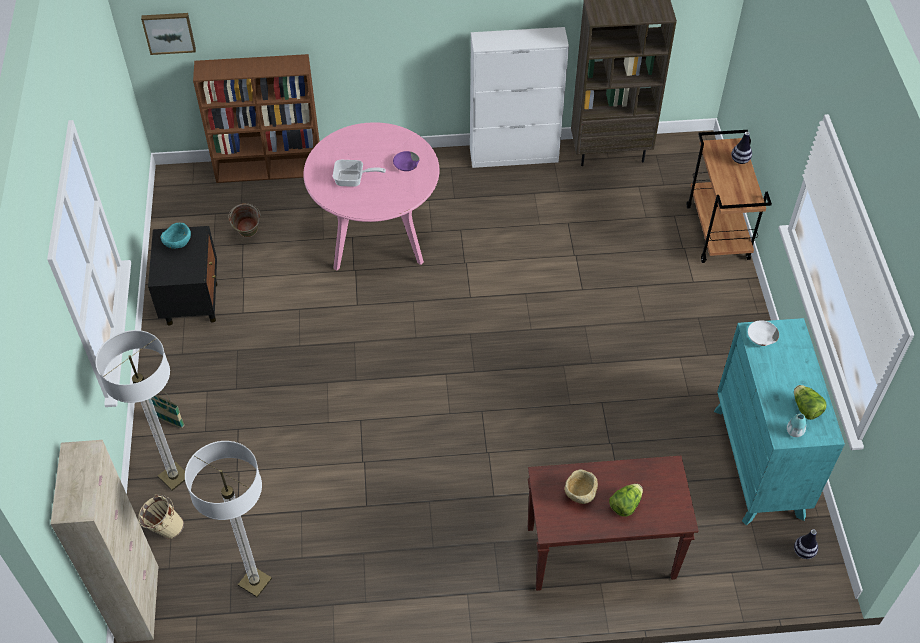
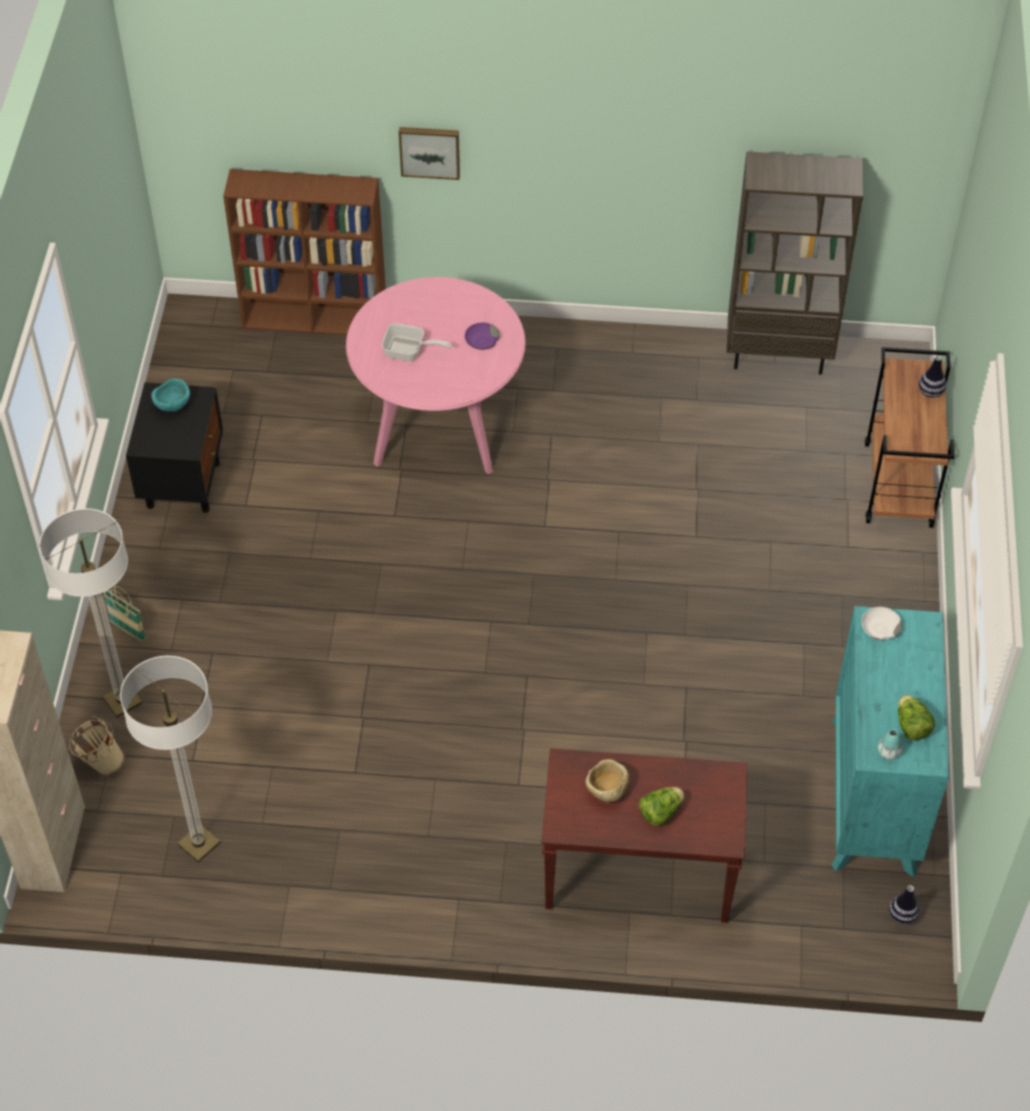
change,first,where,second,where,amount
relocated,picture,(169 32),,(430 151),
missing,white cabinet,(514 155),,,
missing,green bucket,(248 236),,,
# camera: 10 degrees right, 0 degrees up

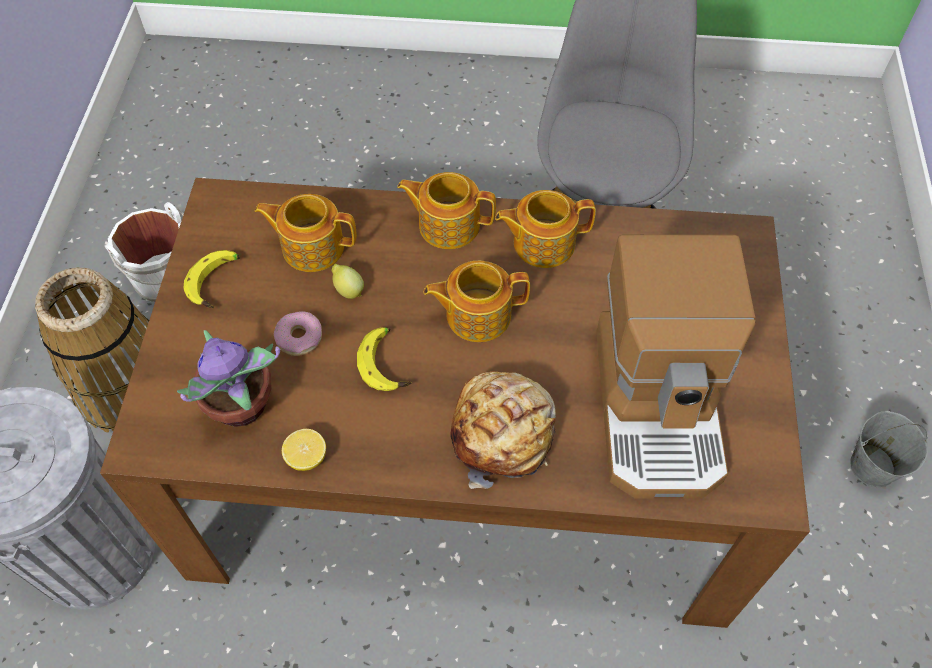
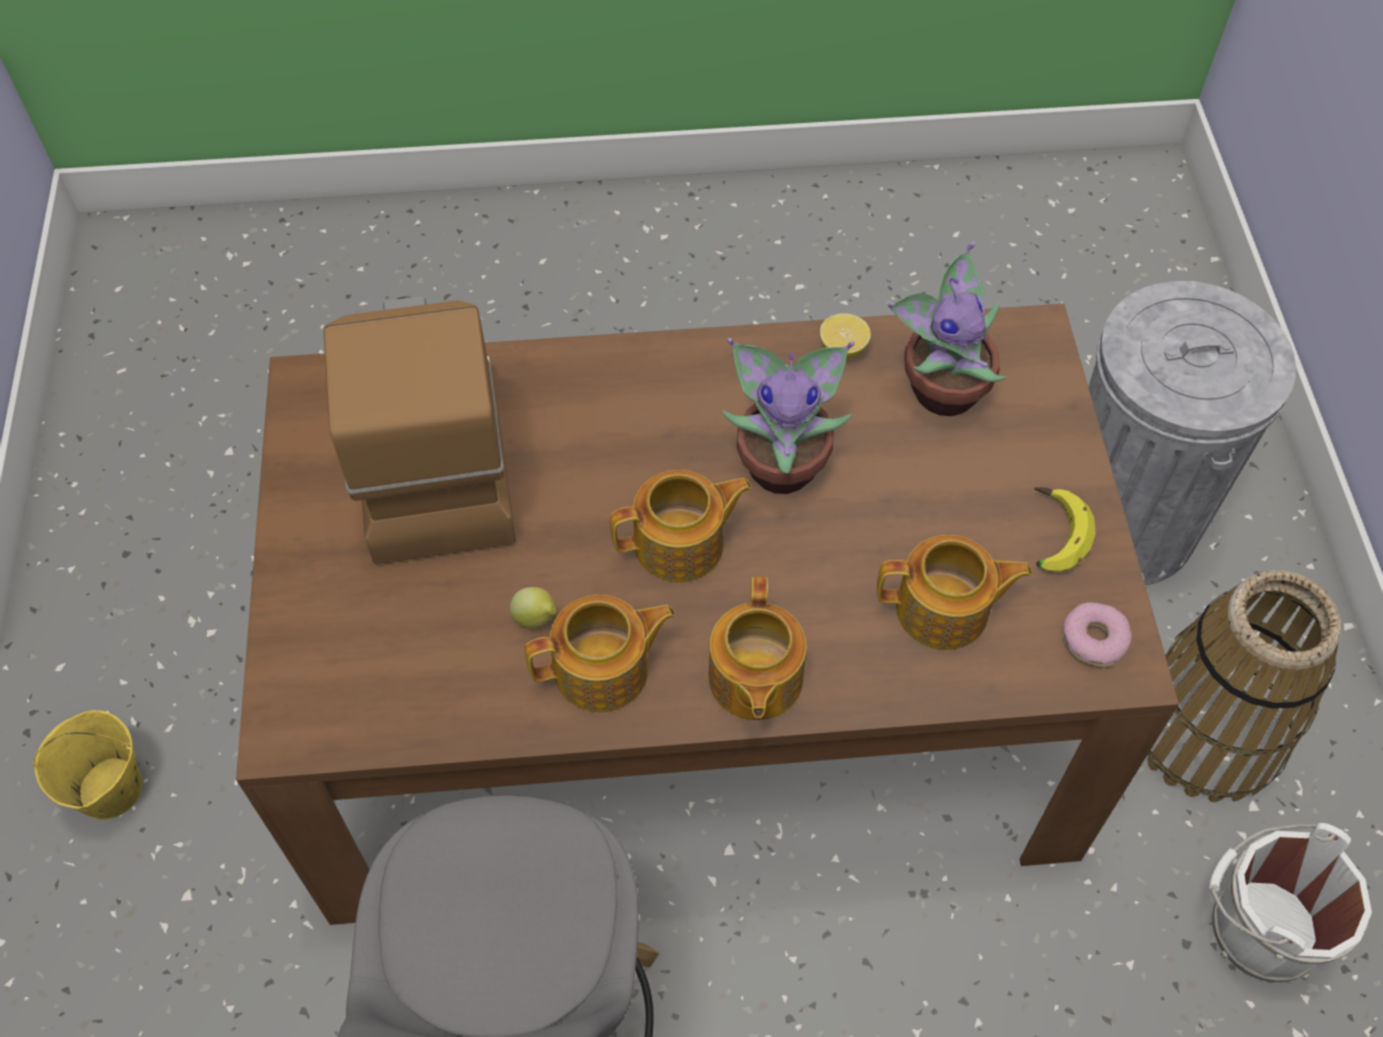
change,first,where,second,where,amount
spun,teapot,(447 224),,(754 680),90 degrees clockwise
relocated,lemon,(348 290),,(536 619),
relocated,donut,(299 337),,(1094 640),
exchanged,banana,(387 363),potted plant,(783 463),
missing,bread,(503 434),,,
colour,grey bucket,(872 466),yellow bucket,(110 790),
# camera: 170 degrees right, 0 degrees up

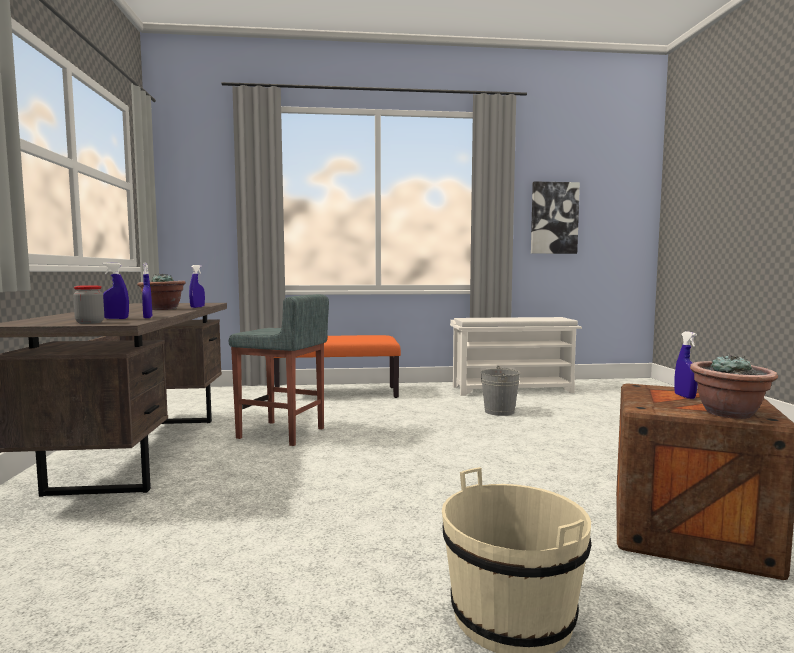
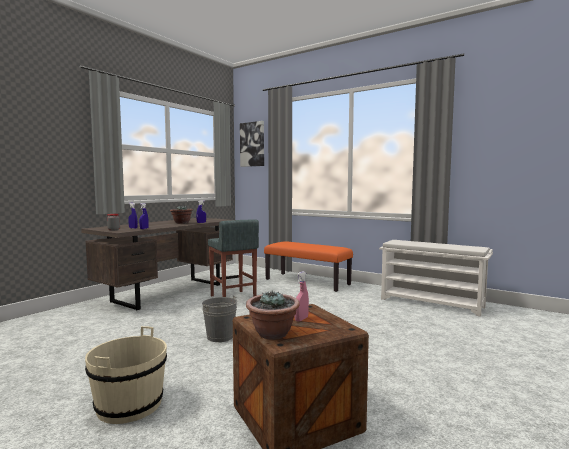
change,first,where,second,where,amount
relocated,picture,(554 218),,(252 144),
colour,blue spray bottle,(684 396),pink spray bottle,(301 319),
relocated,grey bucket,(499 411),,(220 337),
# camera: 40 degrees right, 0 degrees up

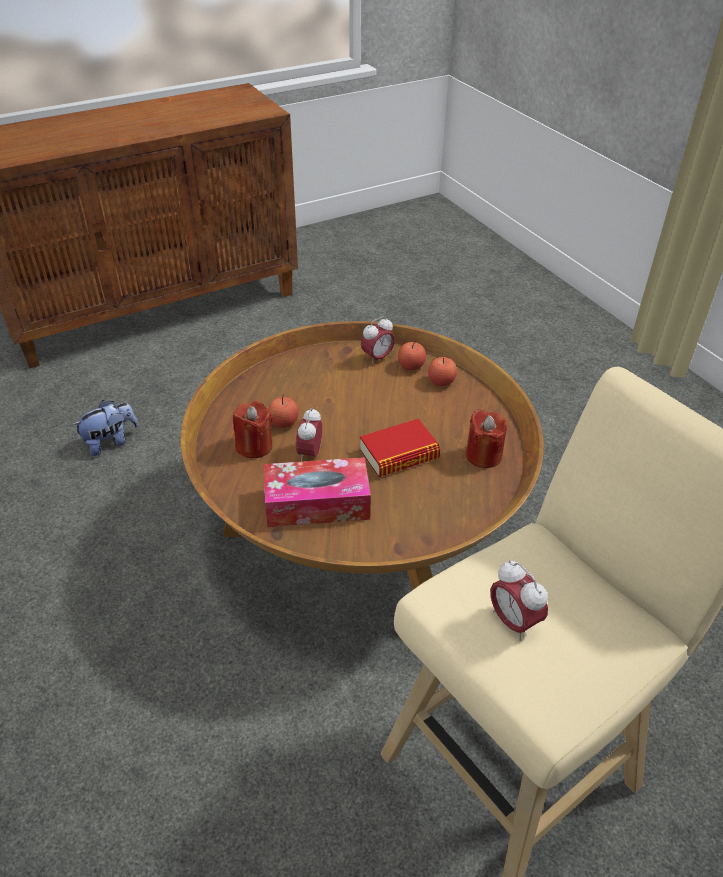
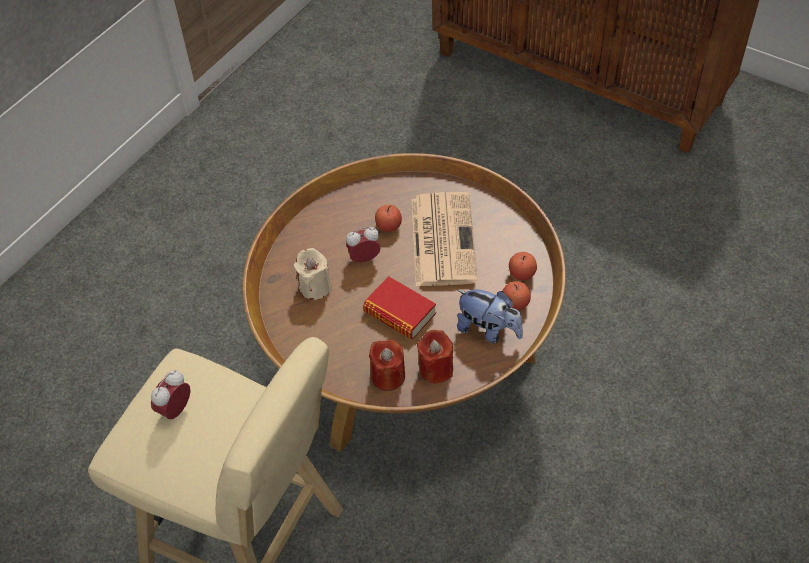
change,first,where,second,where,amount
missing,alarm clock,(377 358),,,
relocated,plush toy,(111 442),,(488 330),
relocated,red candle,(254 446),,(388 376),
exchanged,tissue box,(317 503),beige candle,(314 287),
appeared,,,newspaper,(442 238),
# camera: 65 degrees right, 10 degrees up

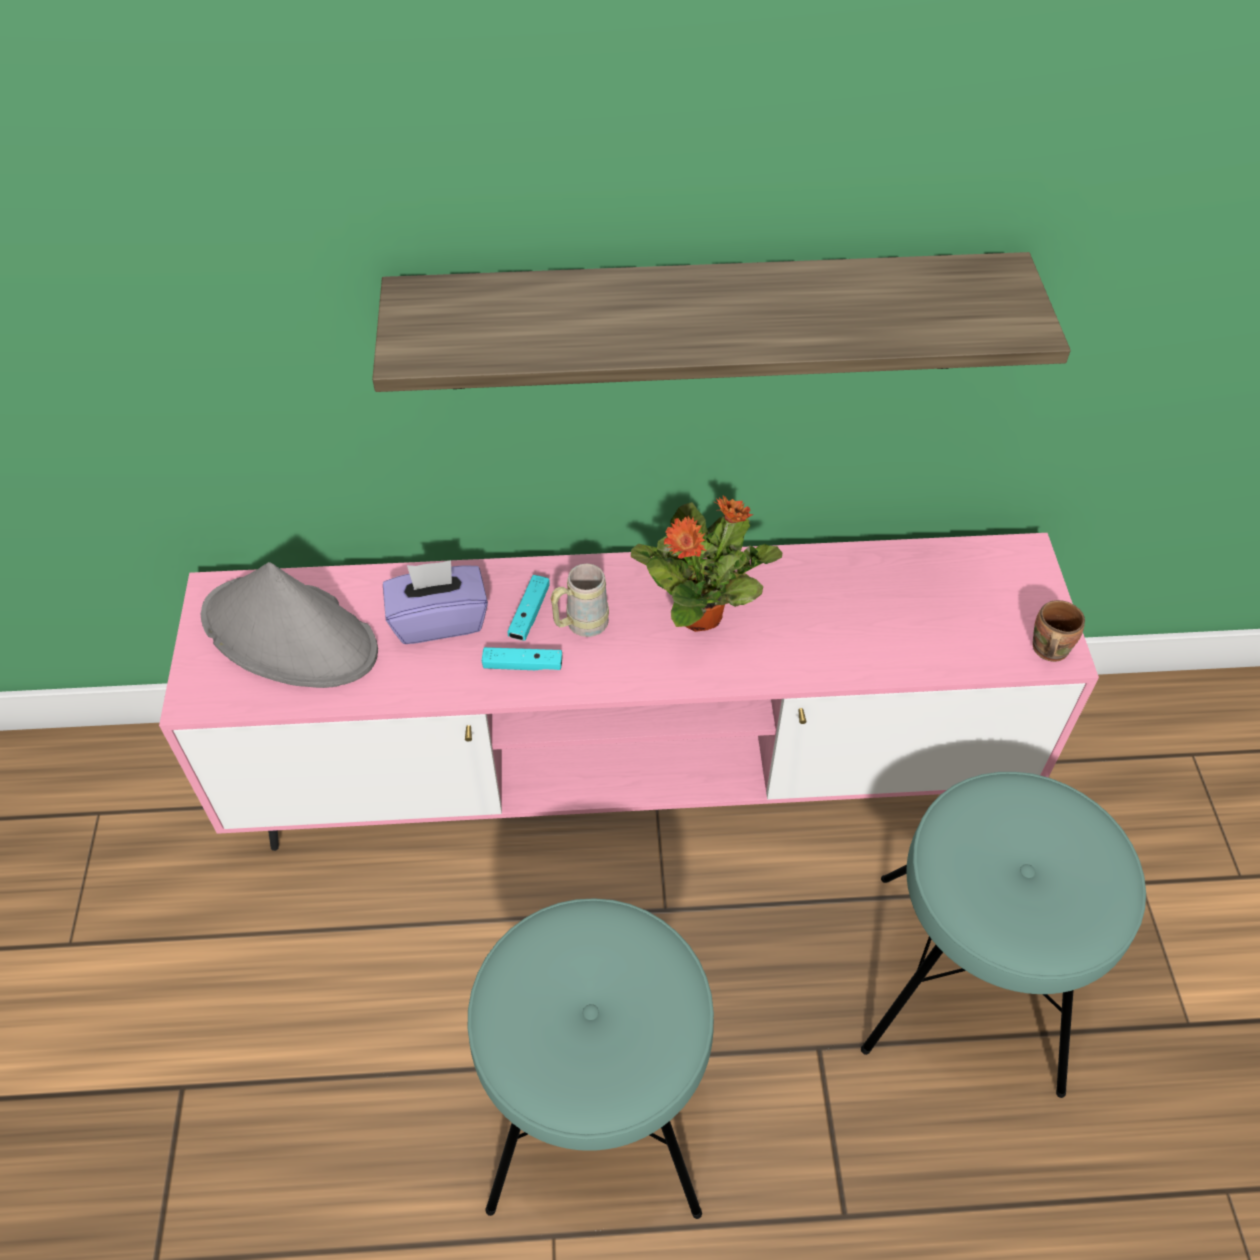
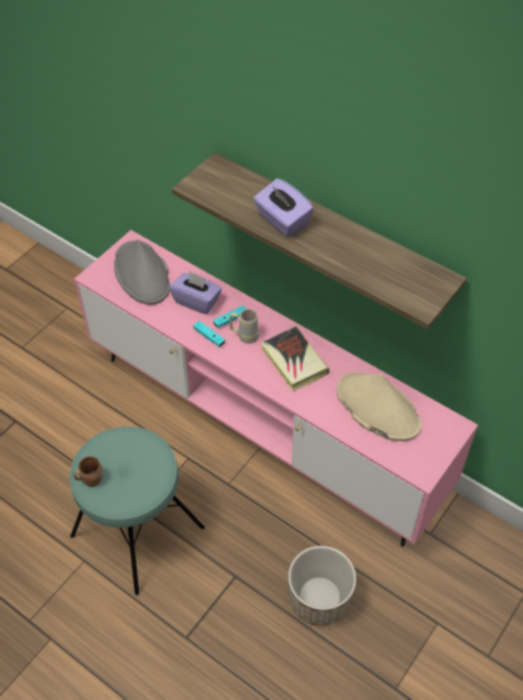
change,first,where,second,where,amount
exchanged,potted plant,(701 614),book,(294 361),
relocated,brown mug,(1046 650),,(91 479),
exchanged,turquoise stool,(968 981),planter,(319 599),
appeared,,,purple tissue box,(282 220),
appeared,,,beige hat,(377 407),
# camera: 40 degrees right, 0 degrees up

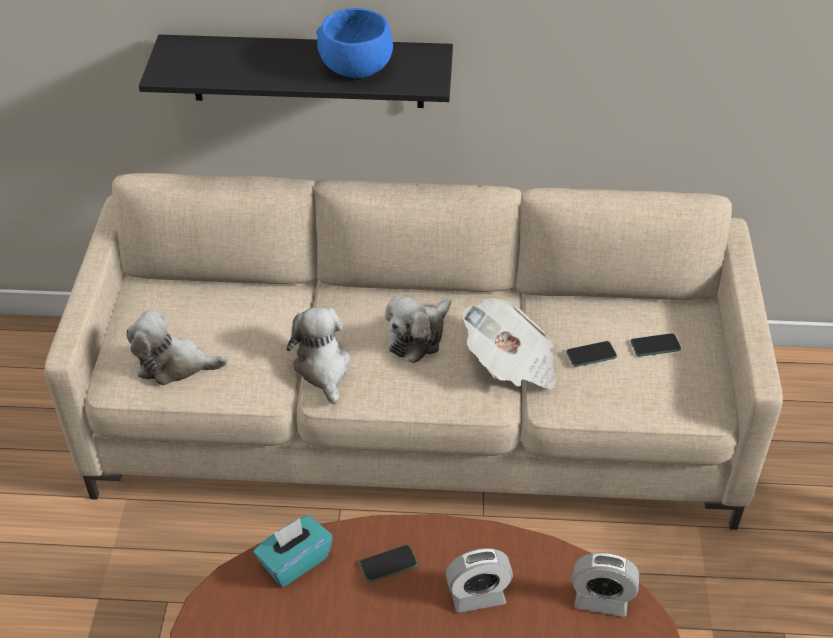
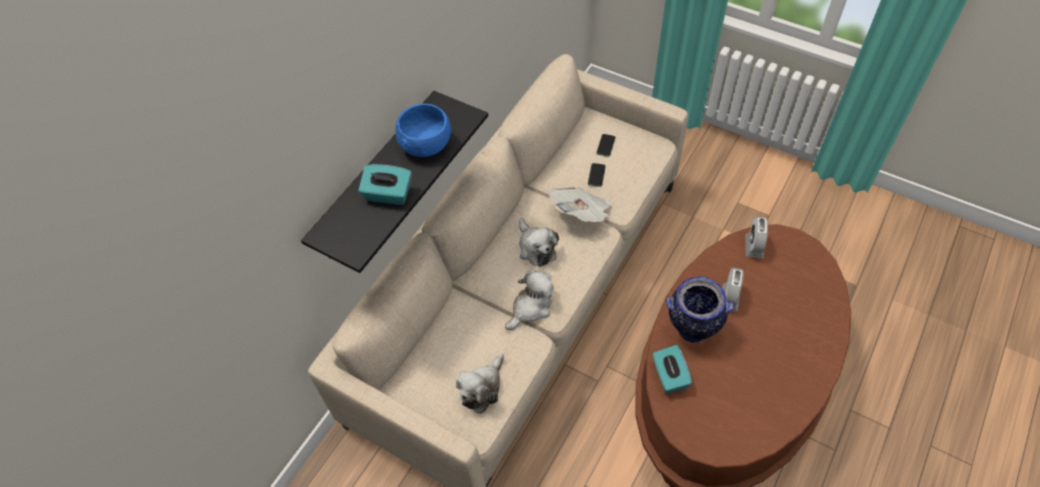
change,first,where,second,where,amount
spun,plush toy,(323 368),,(531 307),120 degrees clockwise
exchanged,phone,(388 564),vase,(691 330),
spun,alarm clock,(601 600),,(754 246),150 degrees clockwise
appeared,,,turquoise tissue box,(388 195),
# camera: 60 degrees left, 10 degrees up

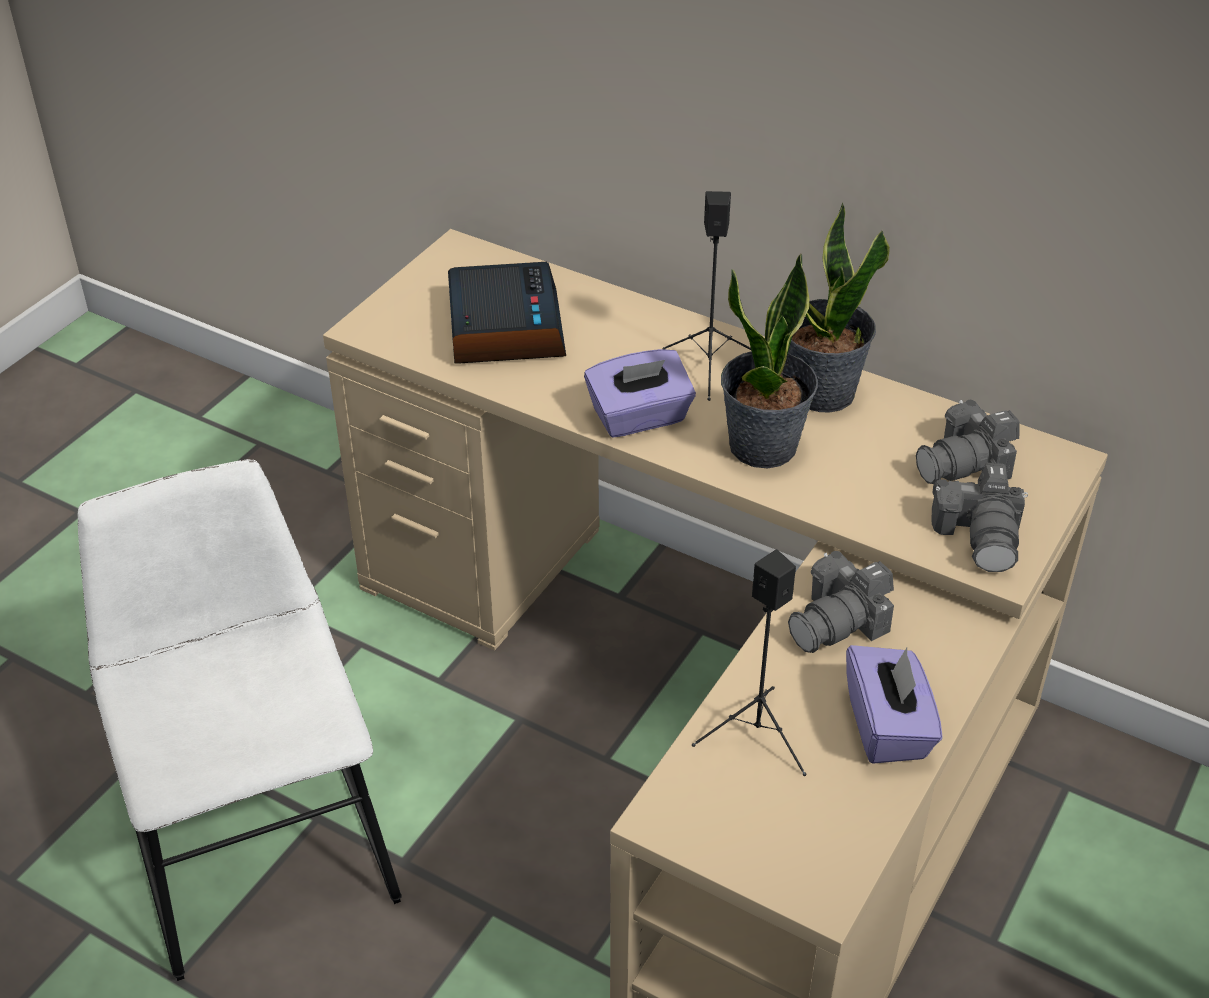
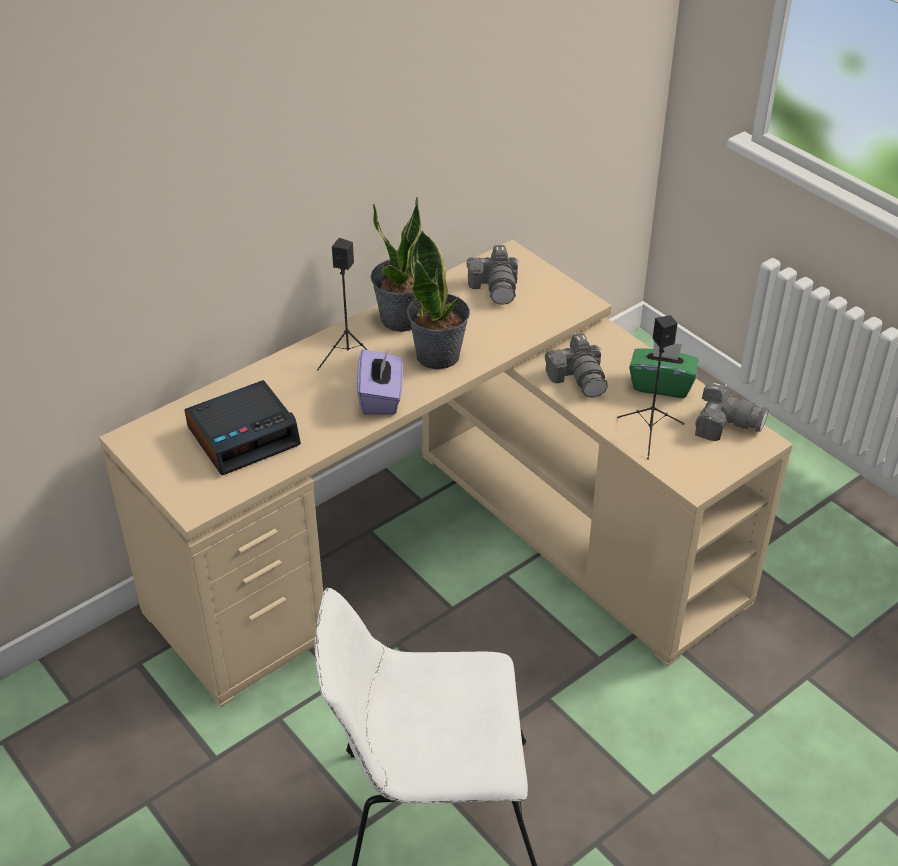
change,first,where,second,where,amount
spun,alarm clock,(504 327),,(244 435),135 degrees clockwise
relocated,photo camera,(981 535),,(725 423),
colour,purple tissue box,(888 727),green tissue box,(661 385),
# camera: 70 degrees left, 0 degrees up

